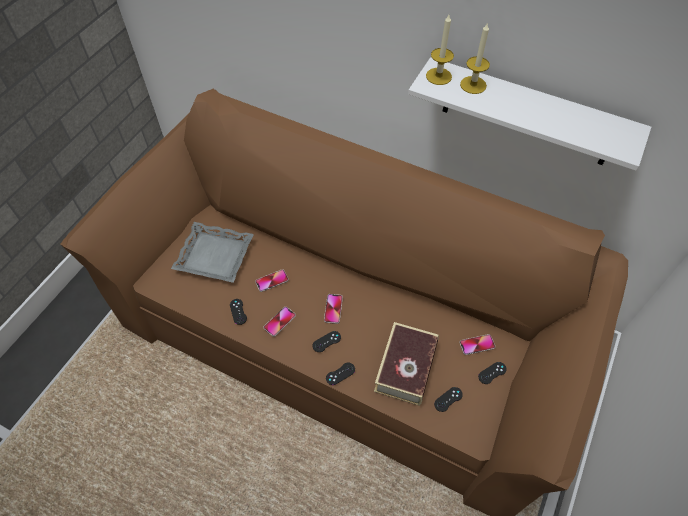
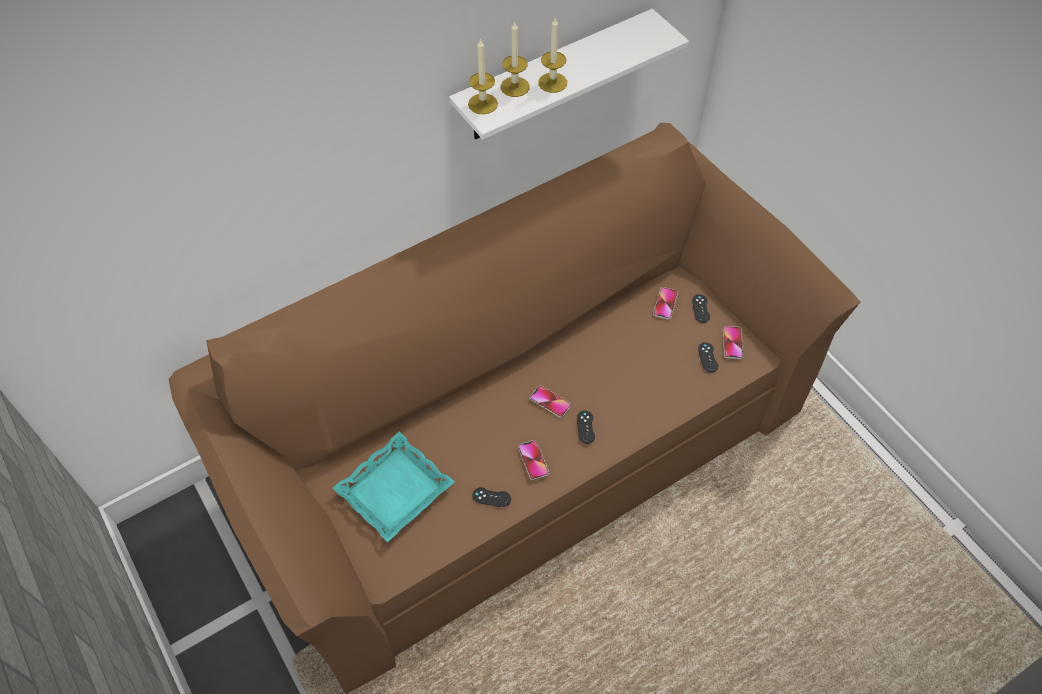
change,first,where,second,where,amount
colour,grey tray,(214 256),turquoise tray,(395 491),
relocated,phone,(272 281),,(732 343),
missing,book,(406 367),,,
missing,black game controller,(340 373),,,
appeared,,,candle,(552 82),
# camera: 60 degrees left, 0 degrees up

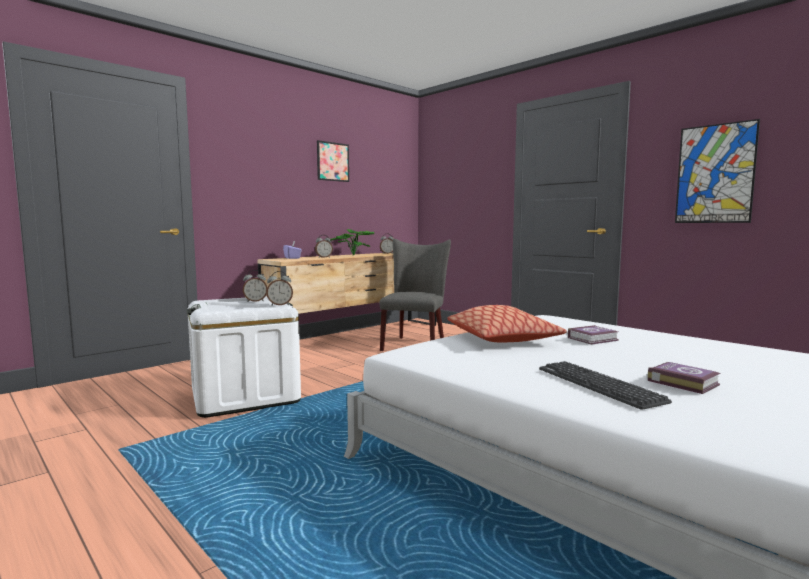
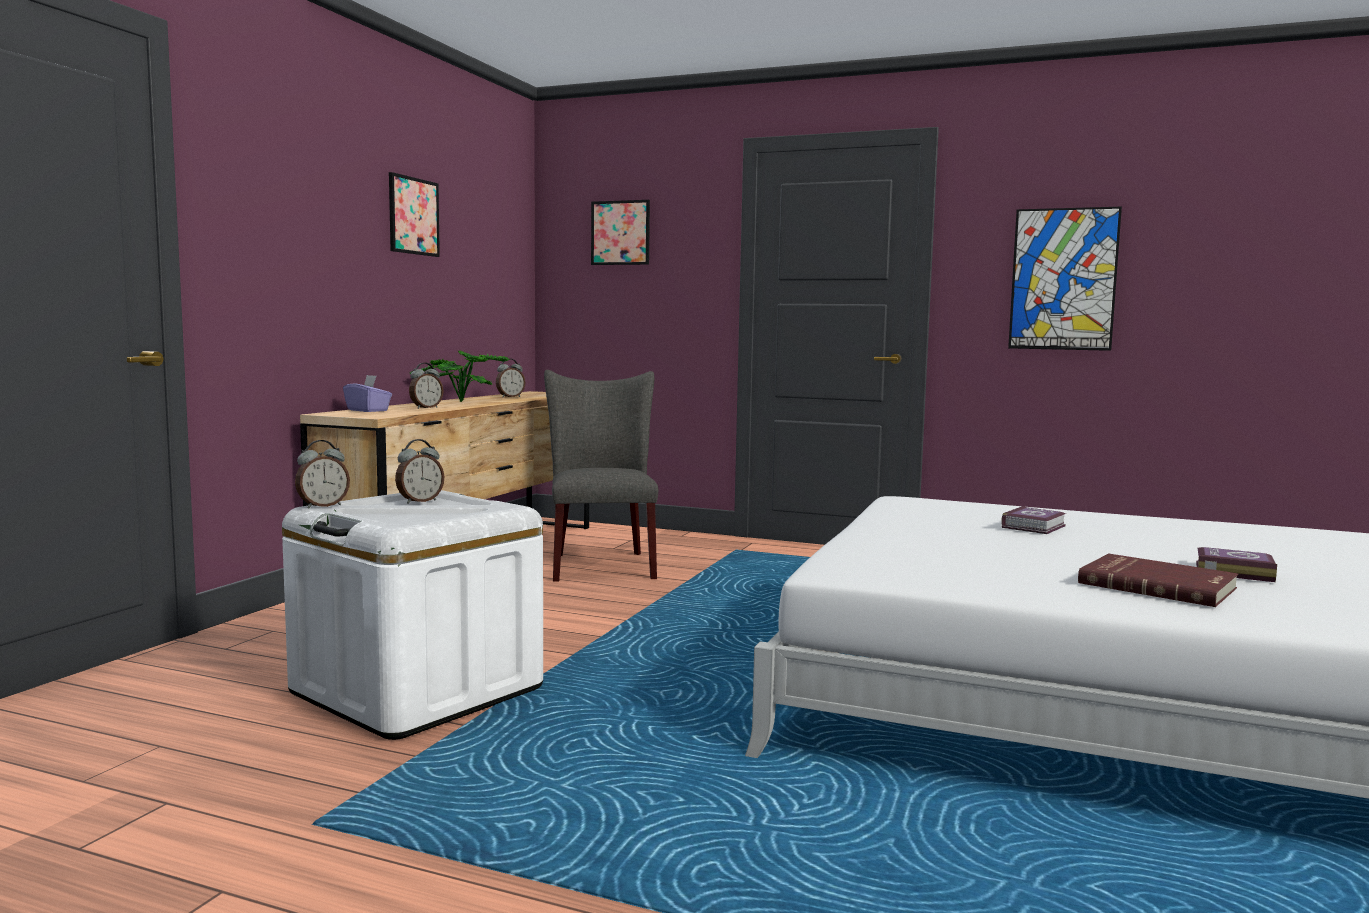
change,first,where,second,where,amount
relocated,alarm clock,(280 305),,(322 506),
missing,pillow,(503 339),,,
exchanged,keyboard,(598 385),red book,(1157 585),
appeared,,,picture,(620 233),
# camera: 25 degrees left, 0 degrees up

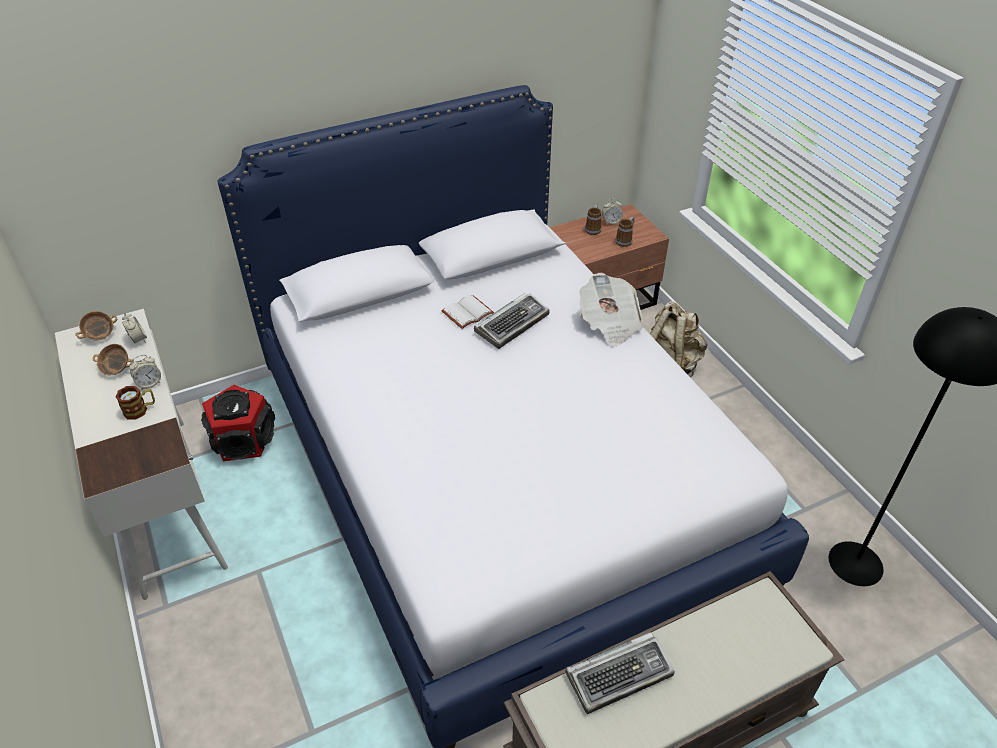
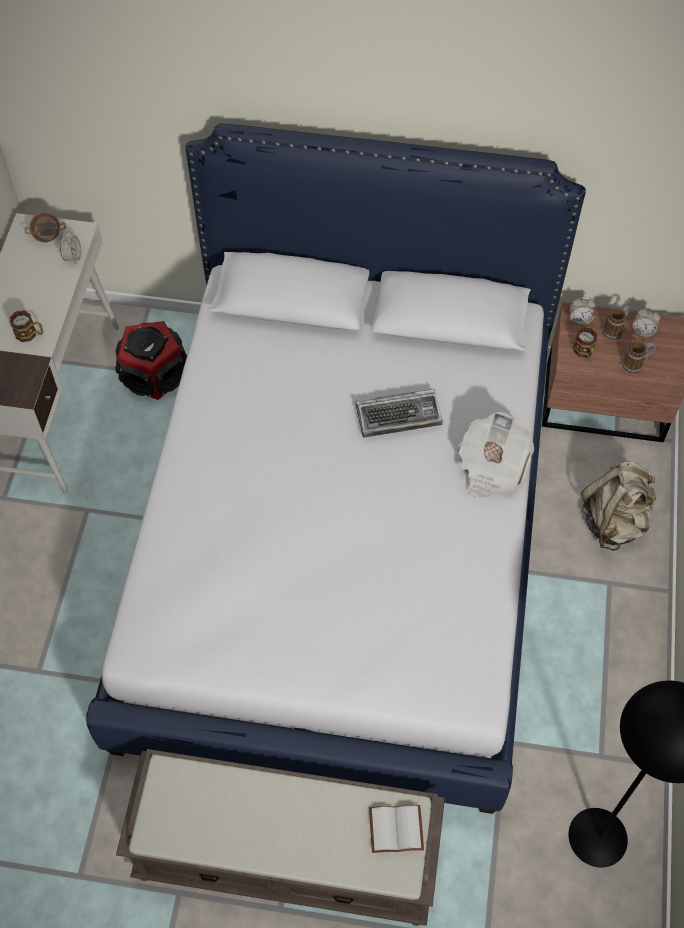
change,first,where,second,where,amount
relocated,white book,(467 314),,(395 831),
missing,bowl,(116 369),,,
relocated,alarm clock,(149 383),,(579 319),
missing,keyboard,(620 674),,,
appeared,,,mug,(584 353),
# camera: 35 degrees right, 15 degrees up

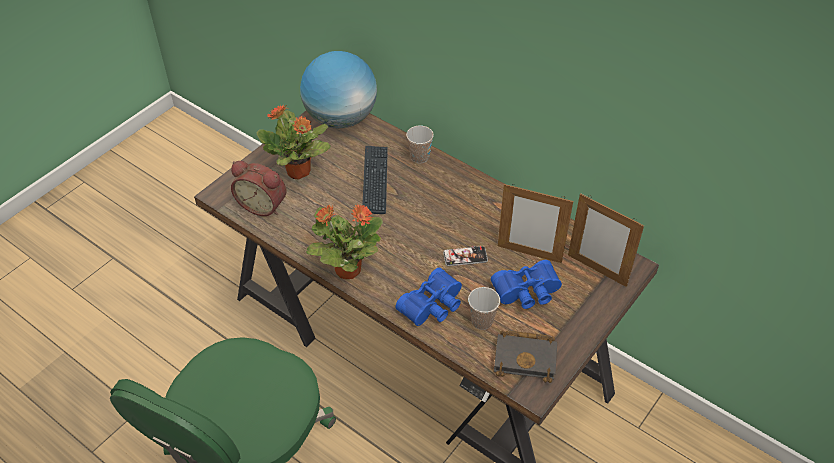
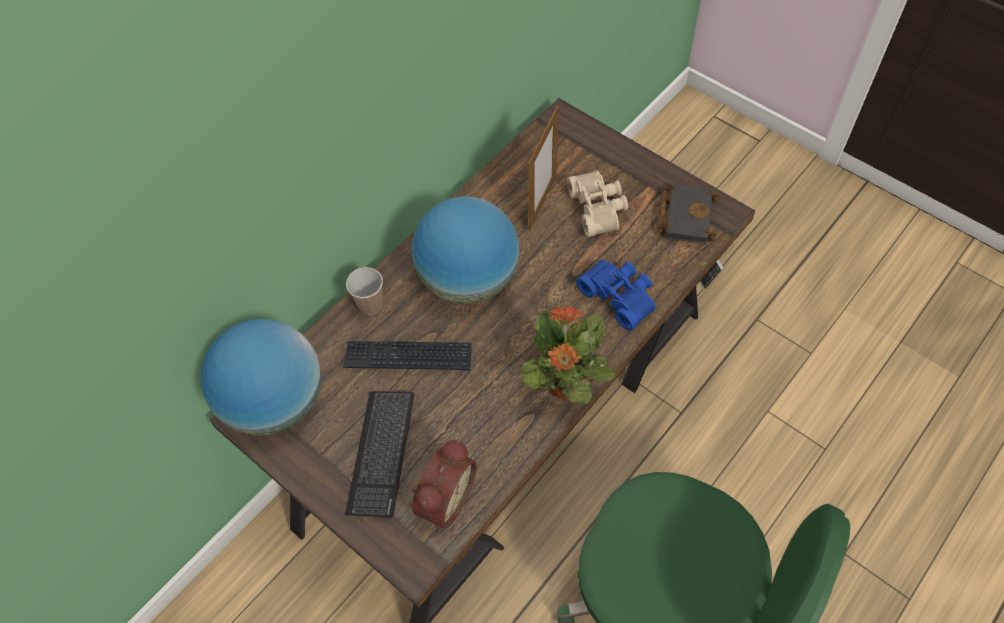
change,first,where,second,where,amount
exchanged,potted plant,(299 172),keyboard,(381 453),
missing,picture frame,(597 270),,,
missing,phone,(465 257),,,
colour,blue binoculars,(527 293),beige binoculars,(599 208),
missing,cup,(482 321),,,
appeared,,,globe,(468 280),
# camera: 85 degrees left, 10 degrees up

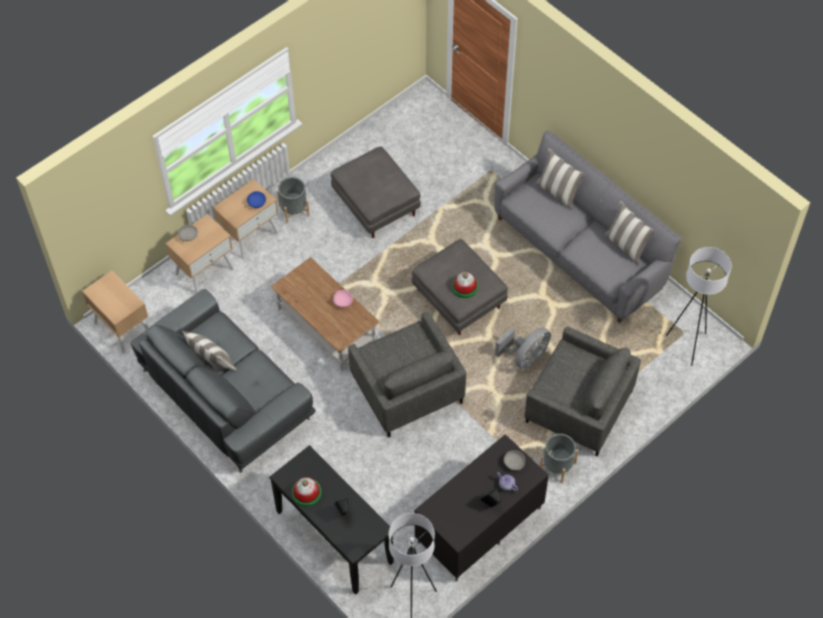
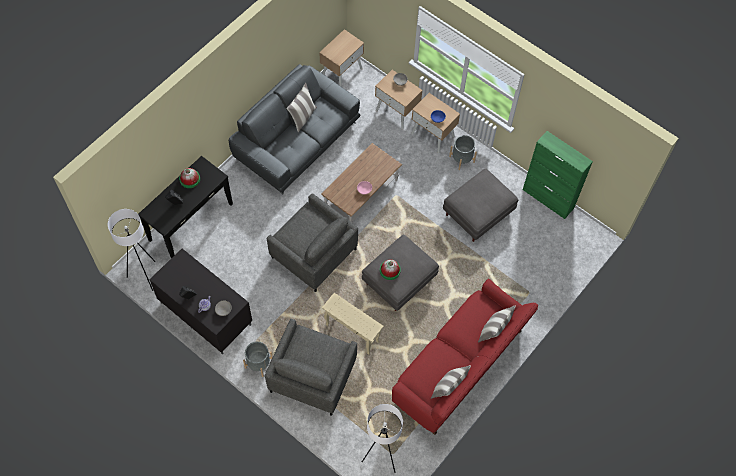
change,first,where,second,where,amount
colour,grey sofa,(579 252),red sofa,(459 366),
spun,grey armchair,(406 389),,(313 253),105 degrees counterclockwise
exchanged,grey fan,(525 357),beige side table,(352 333),
appeared,,,green cabinet,(548 199),
# camera: 80 degrees right, 5 degrees up

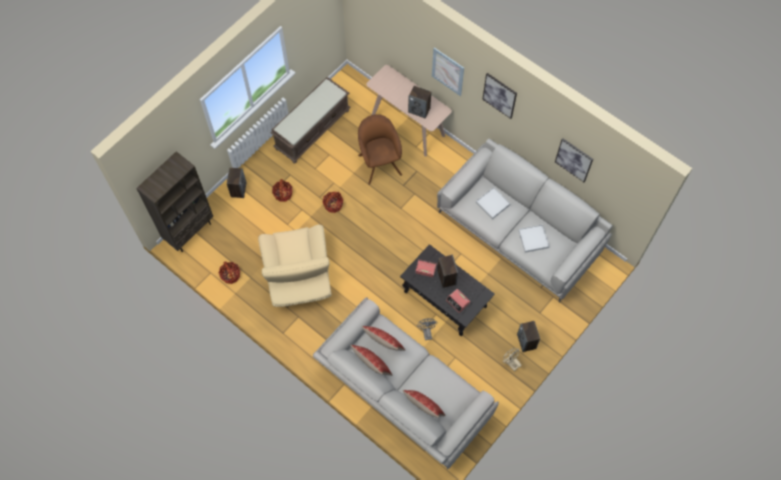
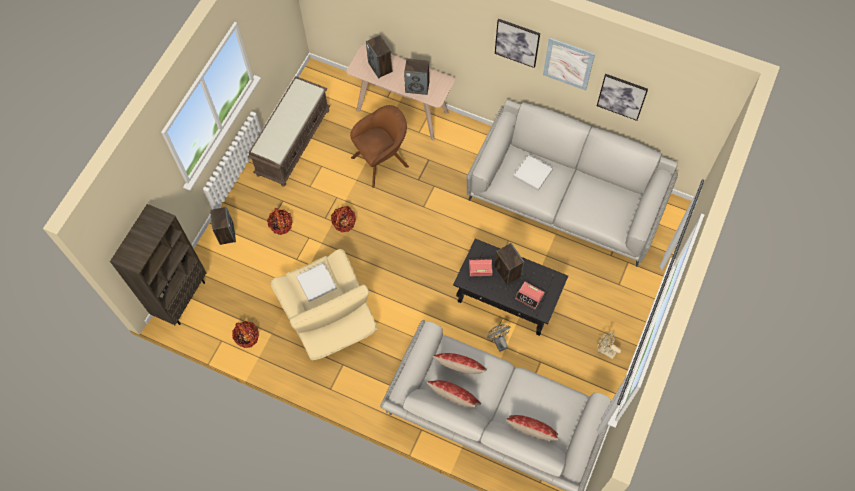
change,first,where,second,where,amount
relocated,picture,(448 71),,(568 63),
spun,brown armchair,(379 162),,(382 160),90 degrees clockwise
relocated,white tray,(533 239),,(316 283),
relocated,speaker,(526 341),,(380 67),
# camera: 15 degrees left, 0 degrees up

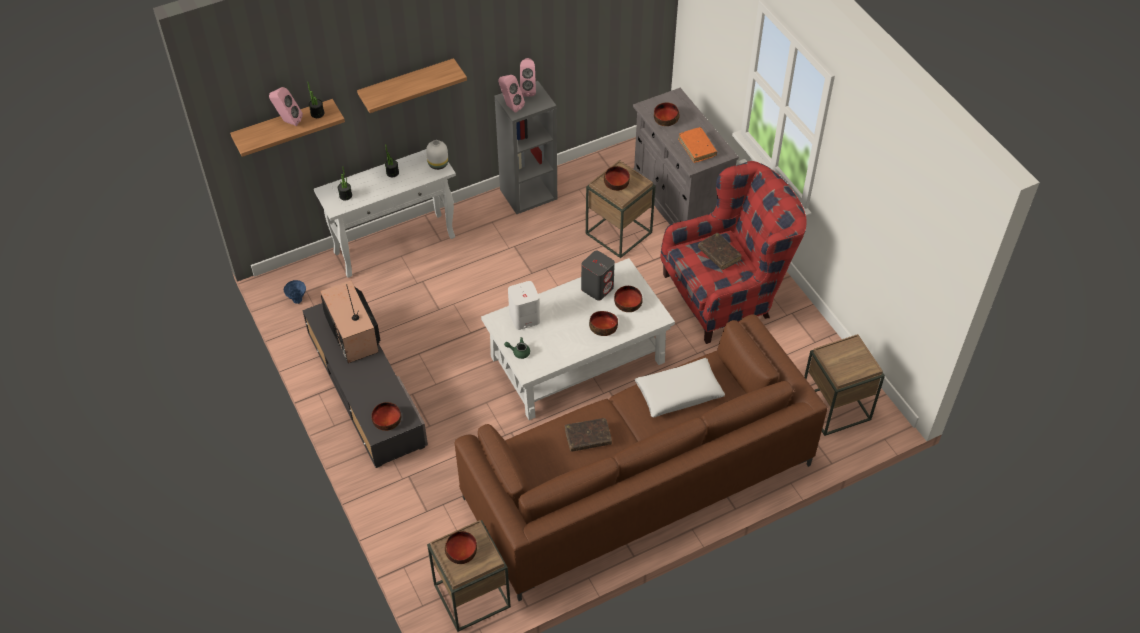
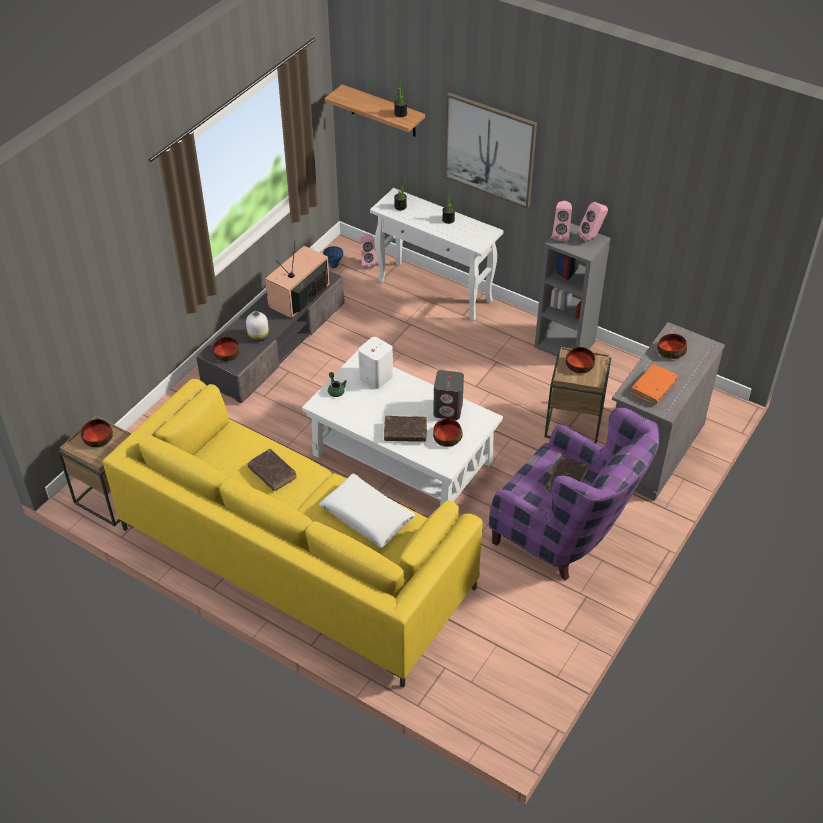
change,first,where,second,where,amount
exchanged,shelf,(407 85),picture,(490 150),
relocated,pink speaker,(288 121),,(367 262),
relocated,white vase,(437 164),,(258 336),
colour,red armchair,(727 294),purple armchair,(567 534),
exchanged,bowl,(603 327),brown book,(405 432),
colour,brown sofa,(637 481),yellow sofa,(296 557),
missing,brown side table,(835 407),,,
# camera: 60 degrees right, 5 degrees down

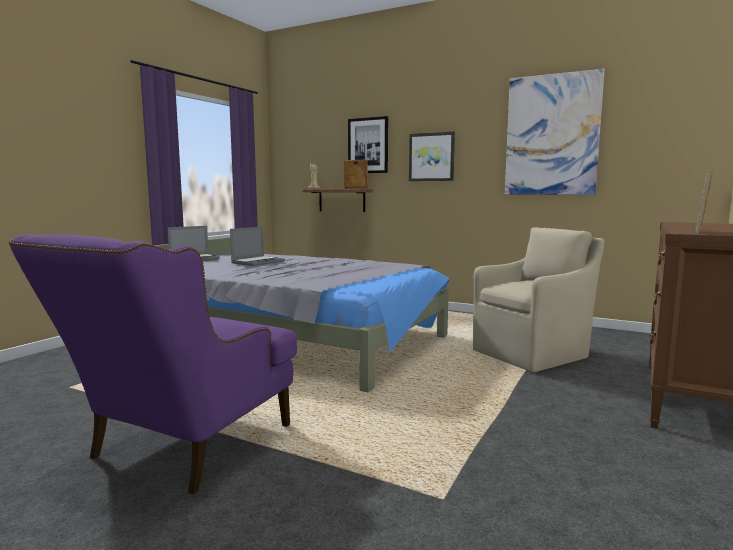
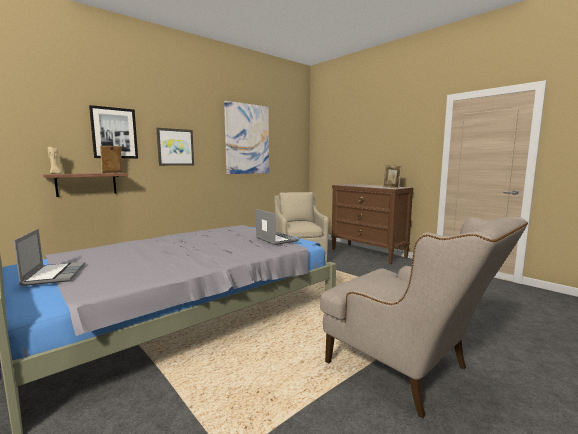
change,first,where,second,where,amount
relocated,laptop,(258 262),,(275 239),
colour,purple armchair,(180 450),beige armchair,(409 372),
# camera: 70 degrees left, 0 degrees up

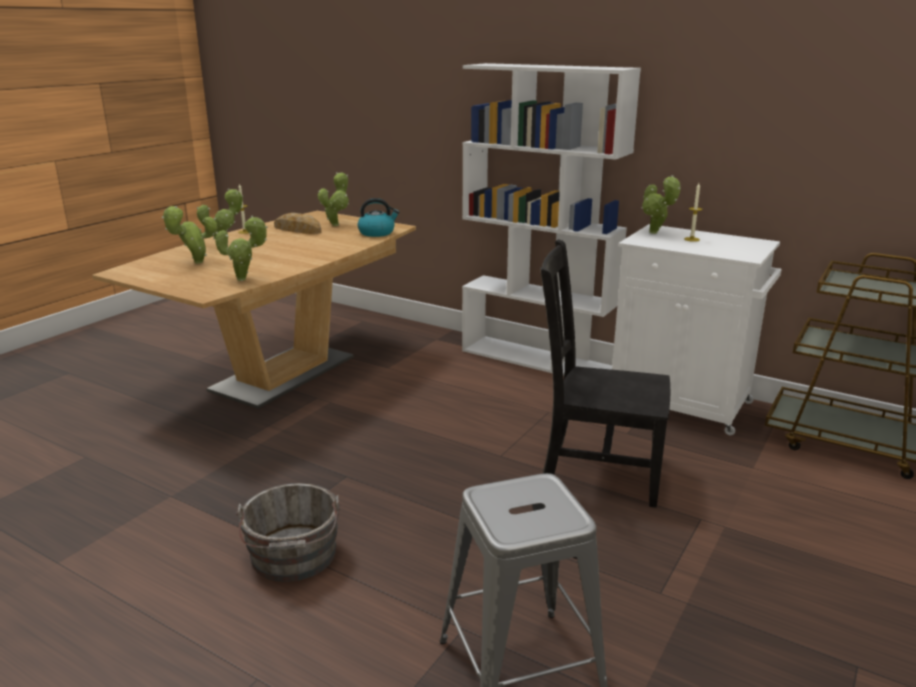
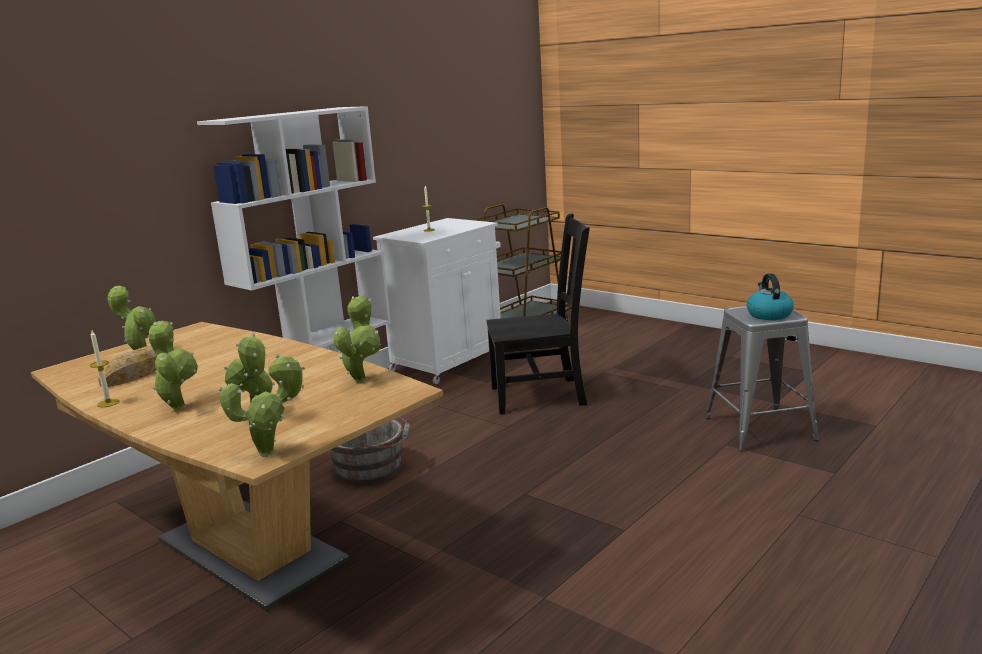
change,first,where,second,where,amount
relocated,potted plant,(655 233),,(272 452),
relocated,kettle,(377 233),,(768 314),
spun,black chair,(596 472),,(541 395),120 degrees counterclockwise
relocated,grey bucket,(293 558),,(373 469),
# camera: 80 degrees left, 5 degrees down

